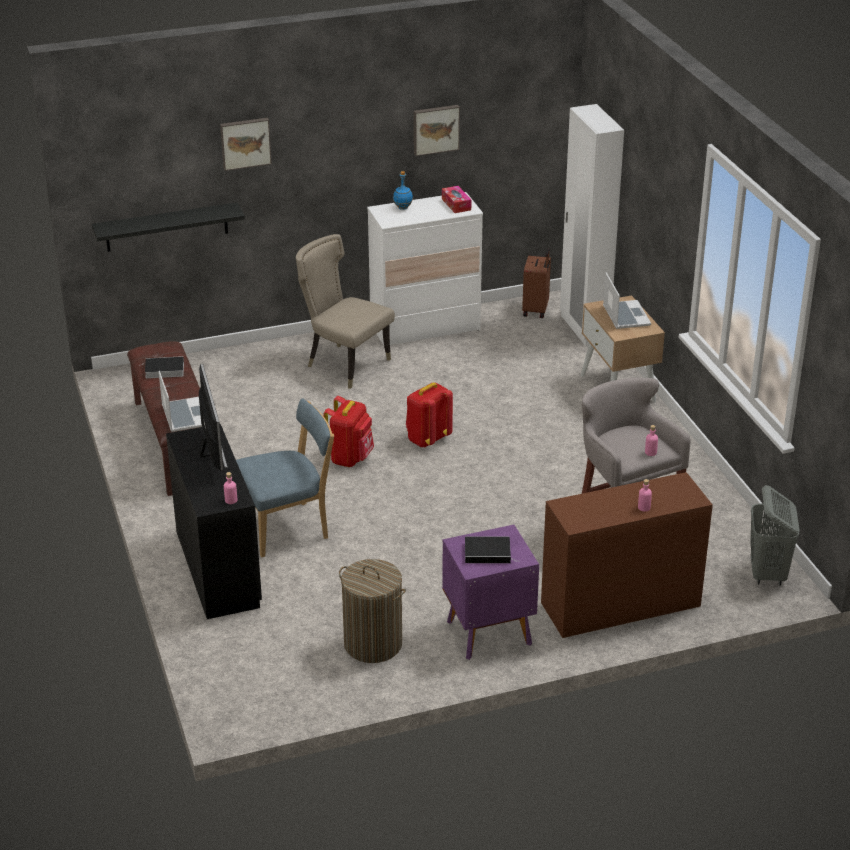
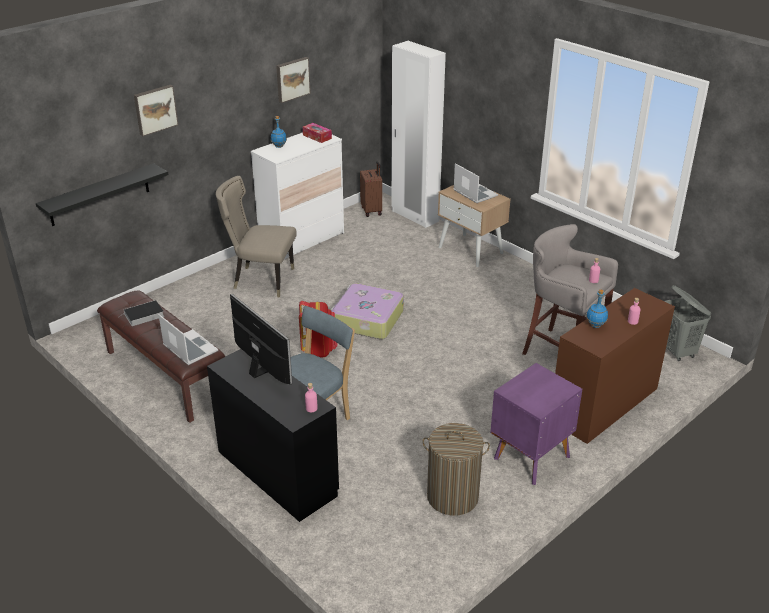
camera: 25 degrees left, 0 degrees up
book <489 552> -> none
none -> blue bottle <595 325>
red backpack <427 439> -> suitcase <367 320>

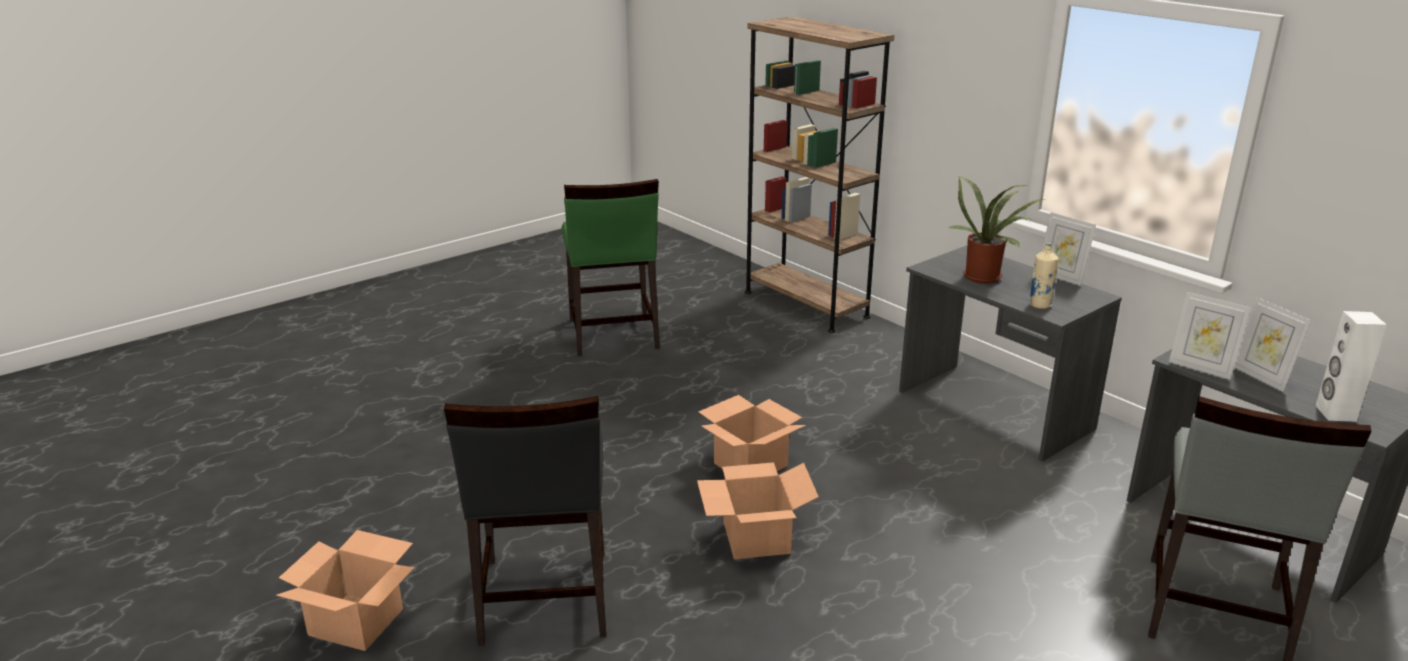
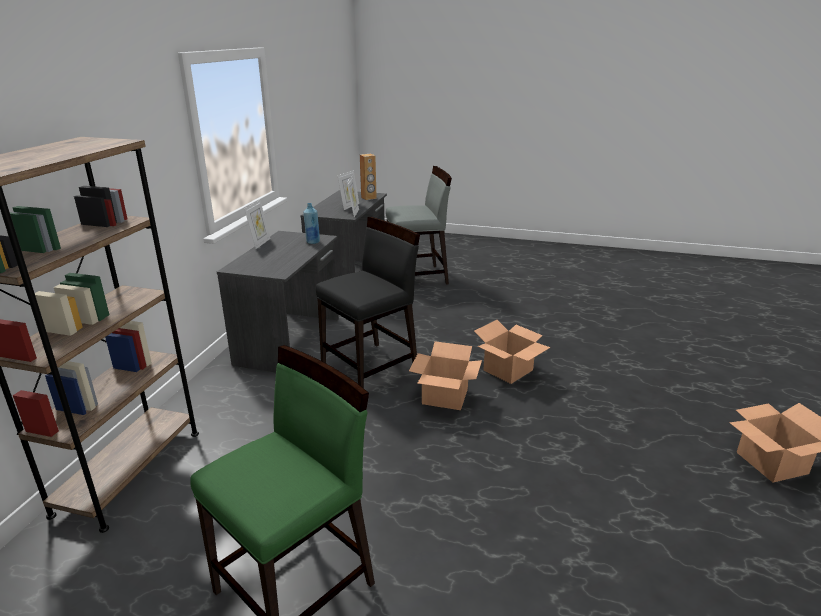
camera: 125 degrees left, 0 degrees up
potted plant <985 276> -> none
black chair <543 598> -> black chair <371 367>, relocated
beige bottle <1040 305> -> blue bottle <312 242>
white speaker <1335 413> -> brown speaker <368 198>

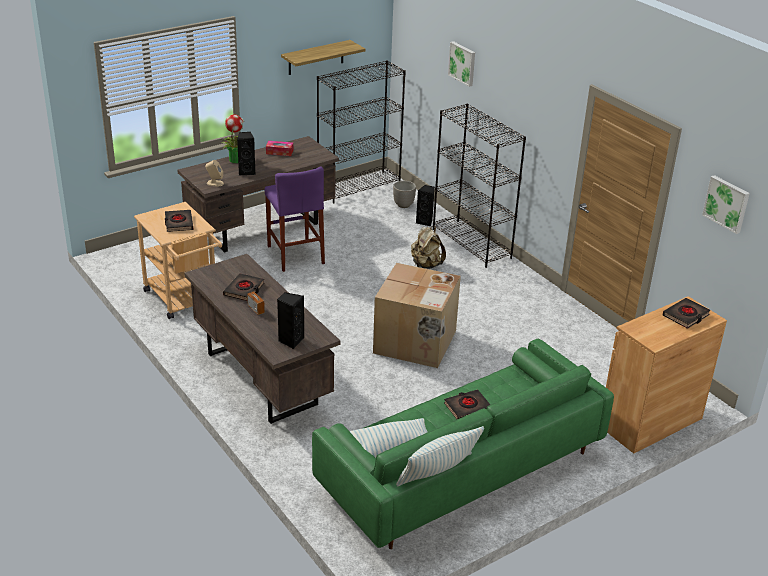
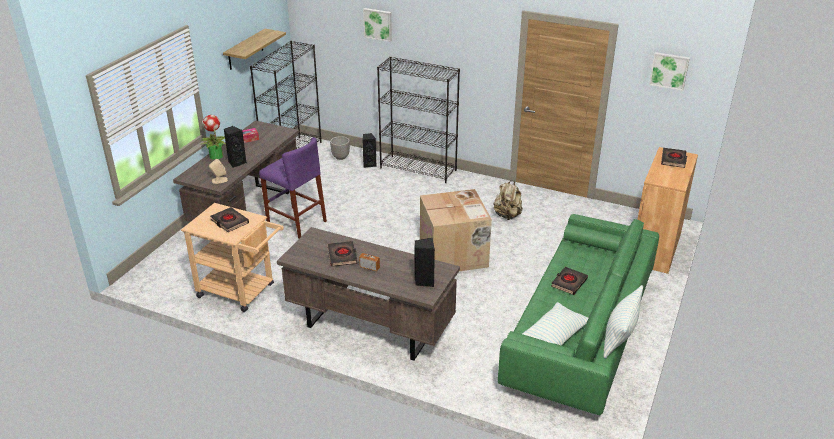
camera: 30 degrees left, 0 degrees up
beige backpack <426 265> -> beige backpack <507 215>, relocated

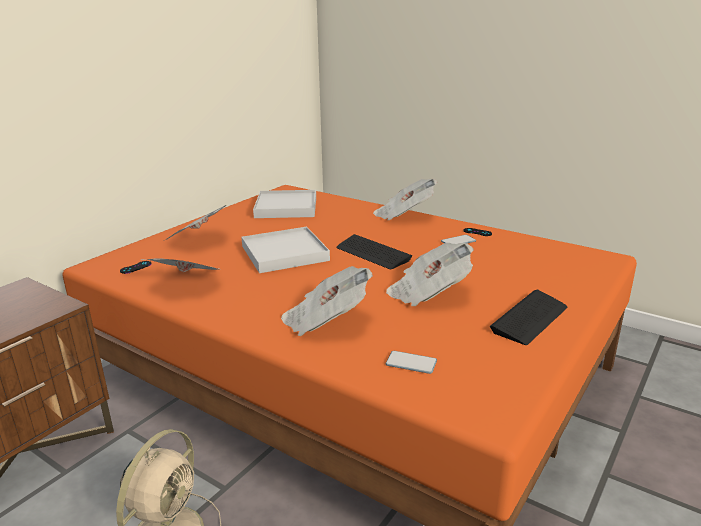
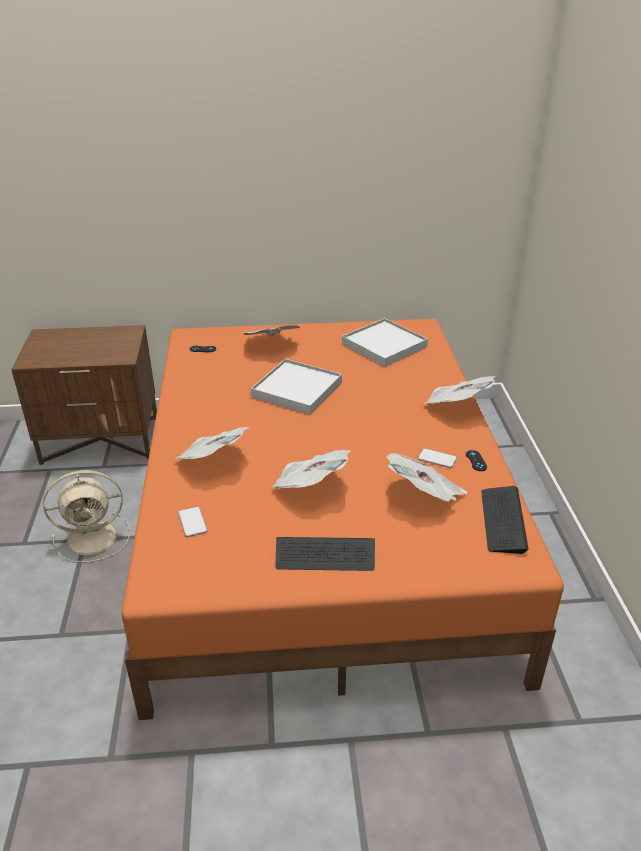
camera: 50 degrees right, 10 degrees up
newspaper <188 283> -> newspaper <425 495>, relocated
keyboard <373 253> -> keyboard <503 520>, relocated

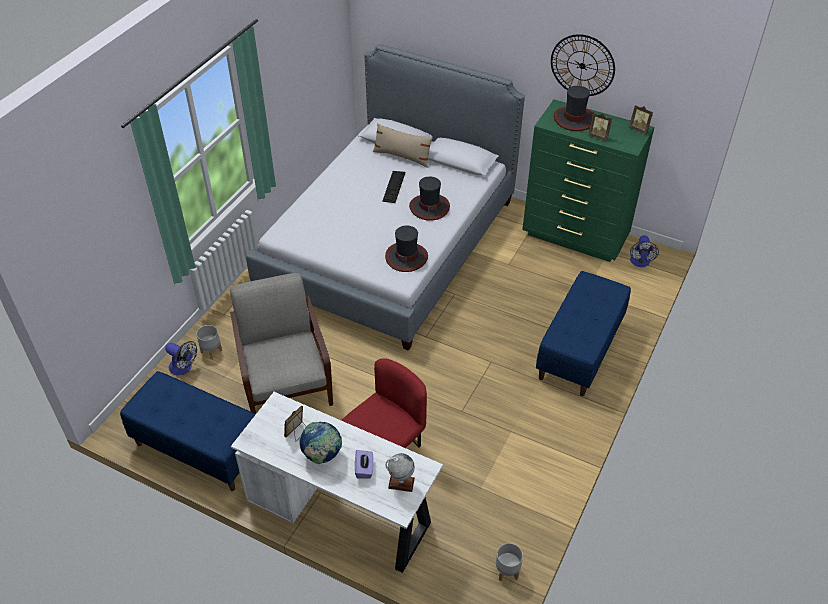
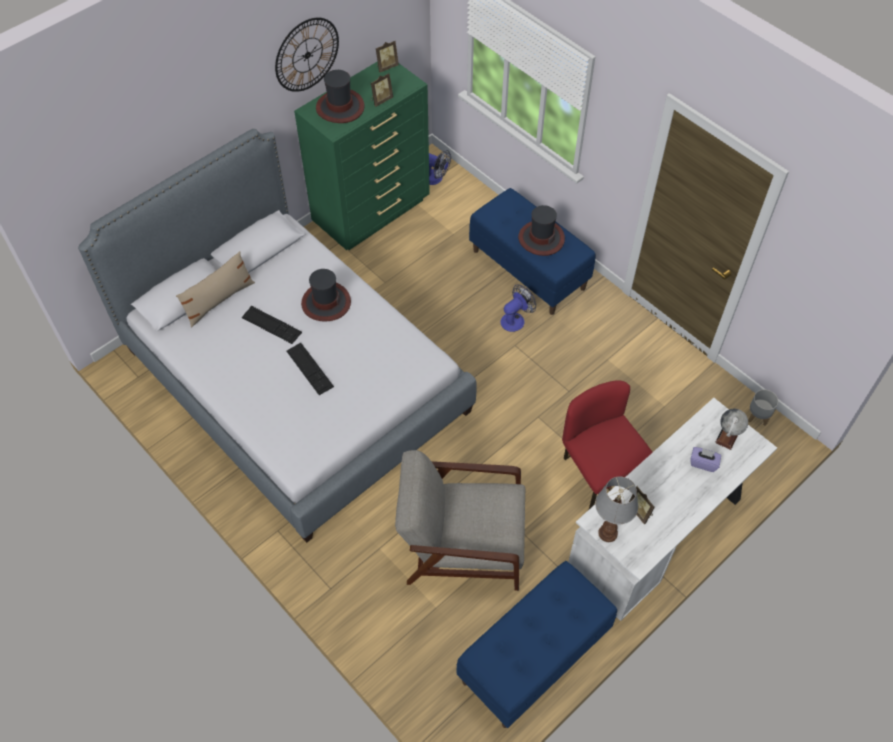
camera: 70 degrees left, 10 degrees up
grey planter <211 351> -> none
globe <322 455> -> none
none -> keyboard <309 368>
none -> table lamp <608 532>
fan <183 368> -> fan <515 319>, relocated
hat <406 257> -> hat <541 238>, relocated

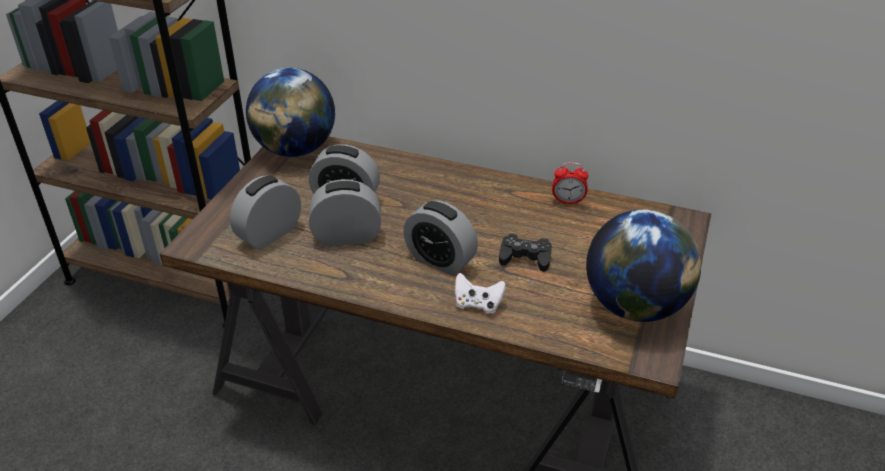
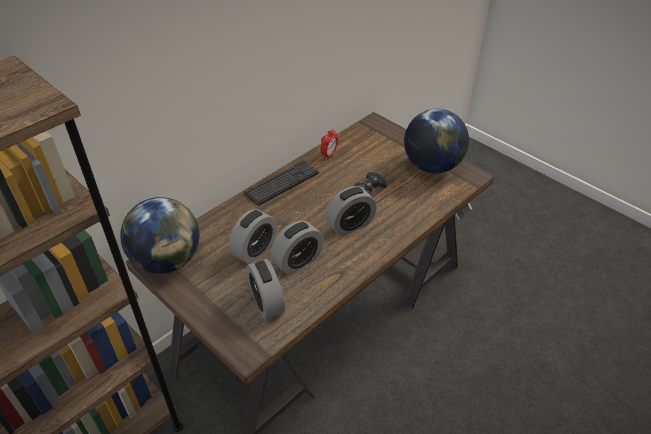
camera: 65 degrees left, 5 degrees up
white game controller <478 304> -> none
none -> keyboard <282 183>
alarm clock <347 237> -> alarm clock <298 261>, 150 degrees counterclockwise

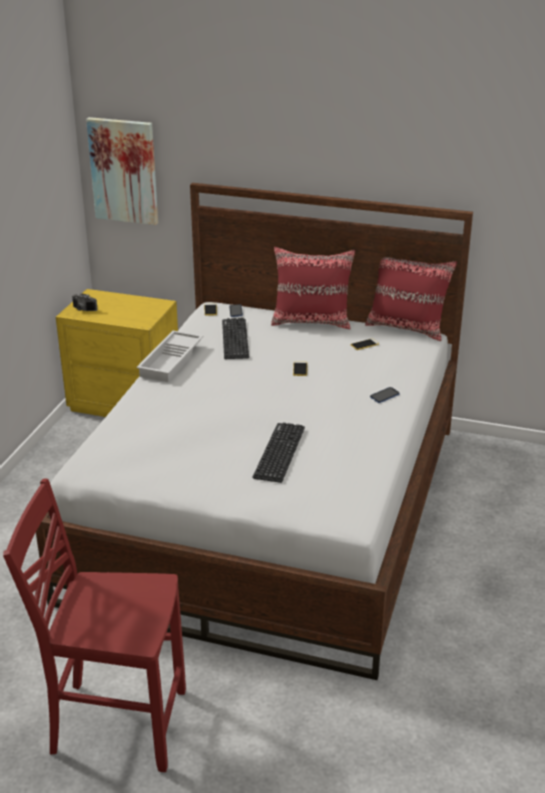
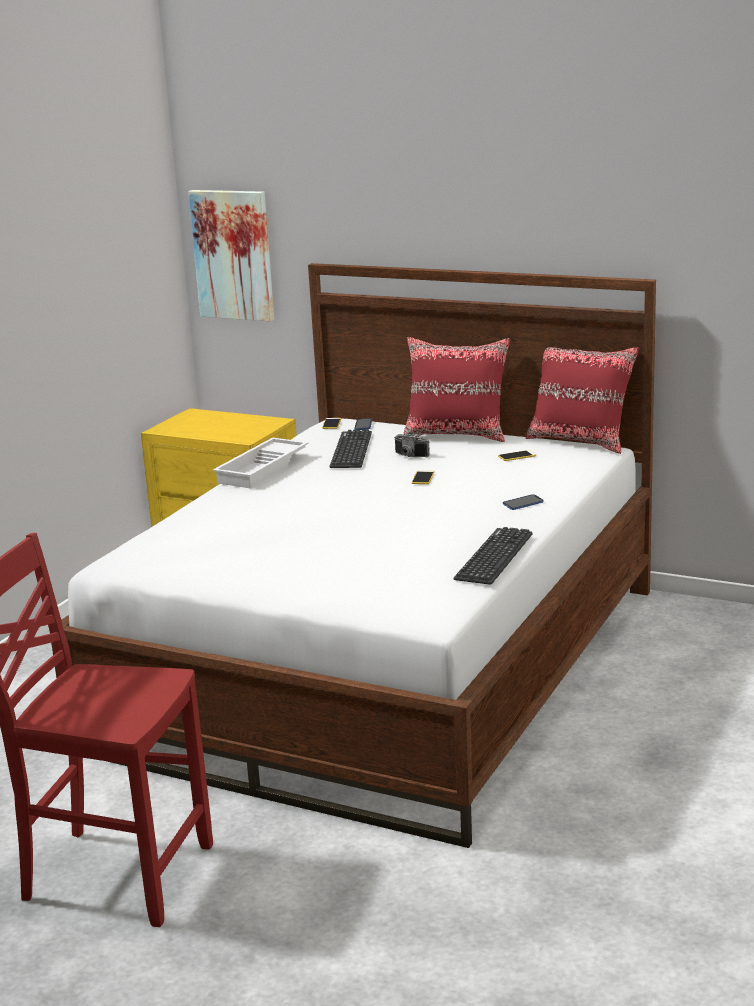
camera: 10 degrees right, 10 degrees down
photo camera <83 310> -> photo camera <409 456>, relocated
keyboard <279 452> -> keyboard <494 557>, relocated

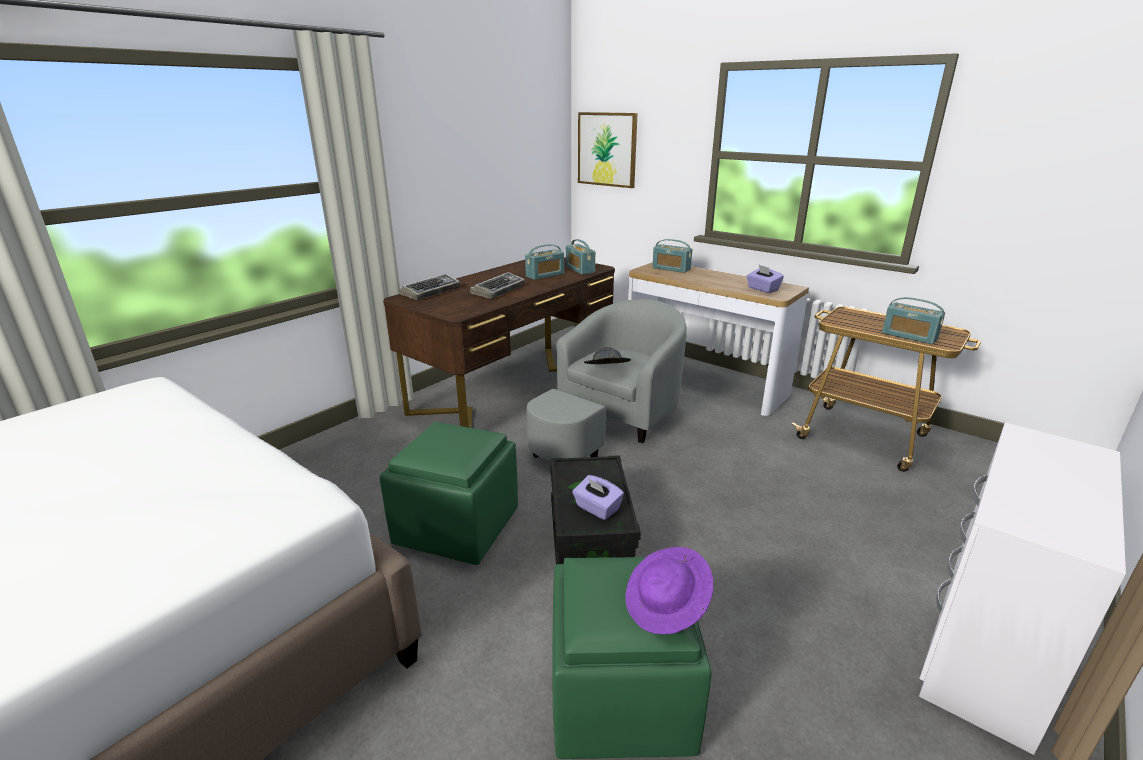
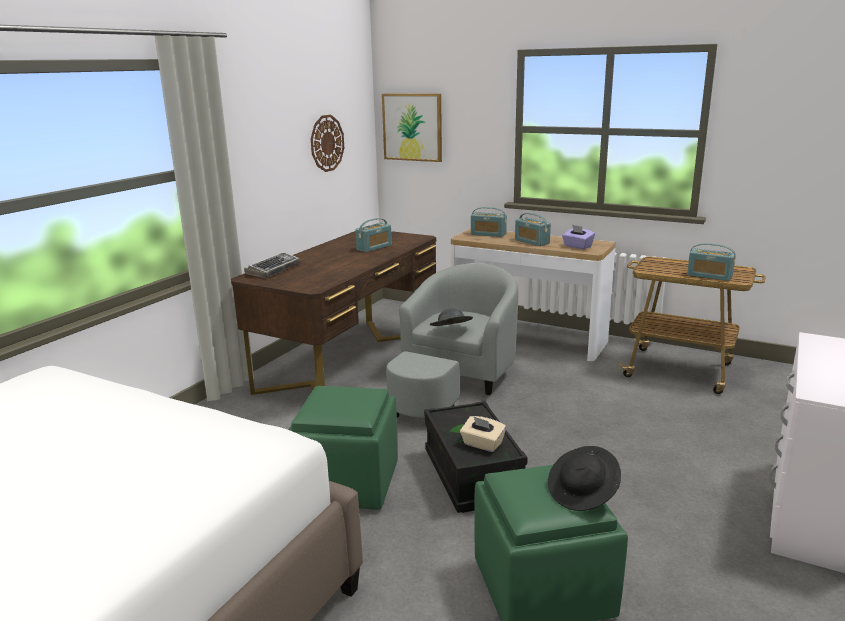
camera: 10 degrees left, 5 degrees down
keyboard <498 290> -> none
none -> wall clock <327 143>
radio <580 269> -> radio <532 242>, relocated
purple tissue box <597 508> -> beige tissue box <482 444>
purple hat <667 606> -> black hat <583 493>

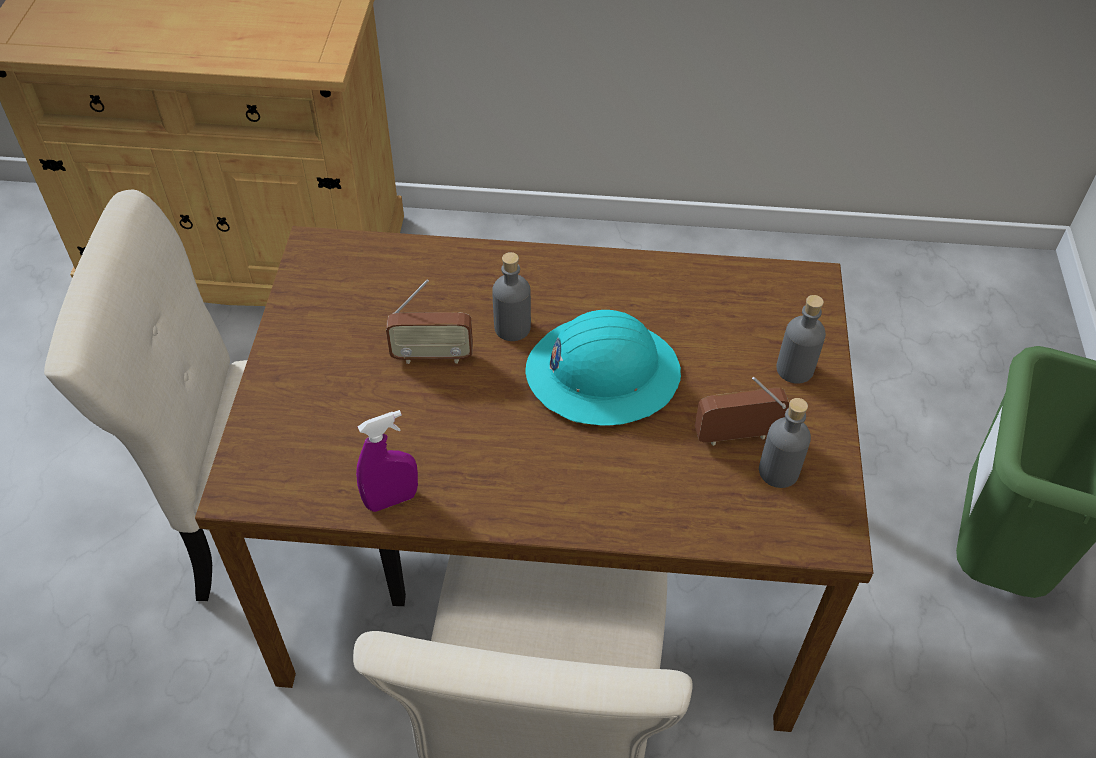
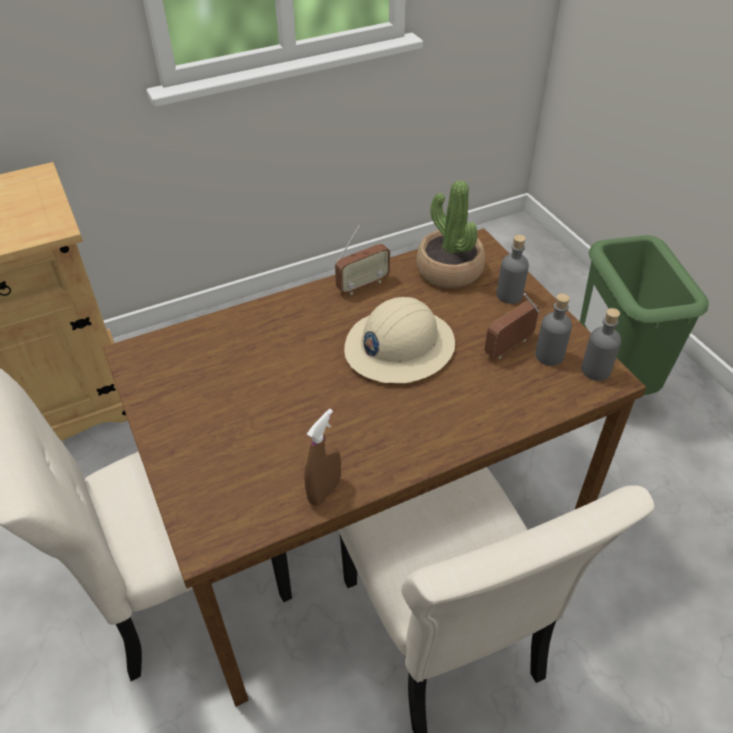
camera: 30 degrees left, 5 degrees down
none -> potted plant <449 270>
radio <432 356> -> radio <362 285>, relocated
grey bottle <512 327> -> grey bottle <595 370>, relocated
purple spray bottle <391 500> -> brown spray bottle <324 491>
turquoise hard hat <602 373> -> beige hard hat <398 347>

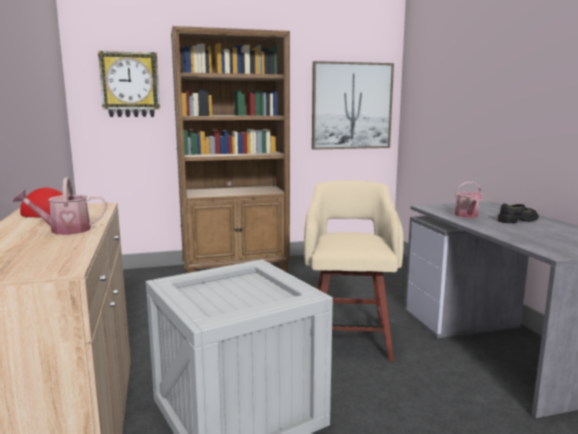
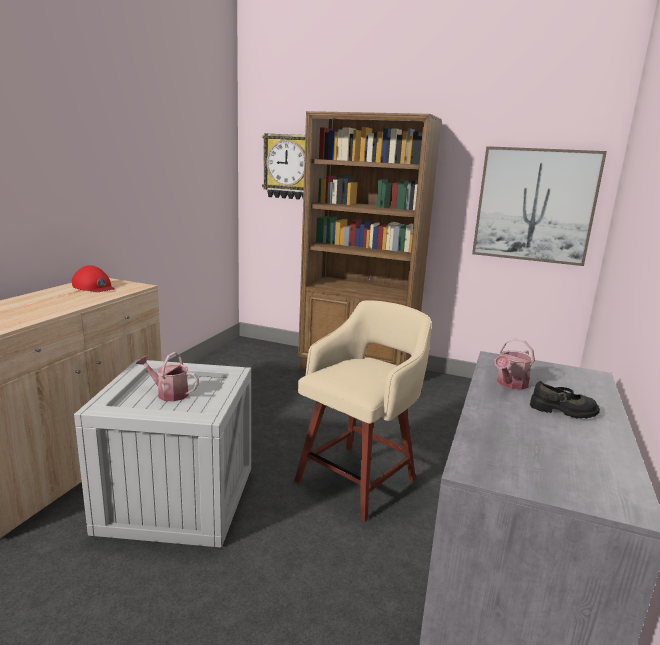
camera: 35 degrees right, 5 degrees up
watering can <64 230> -> watering can <169 393>, relocated

